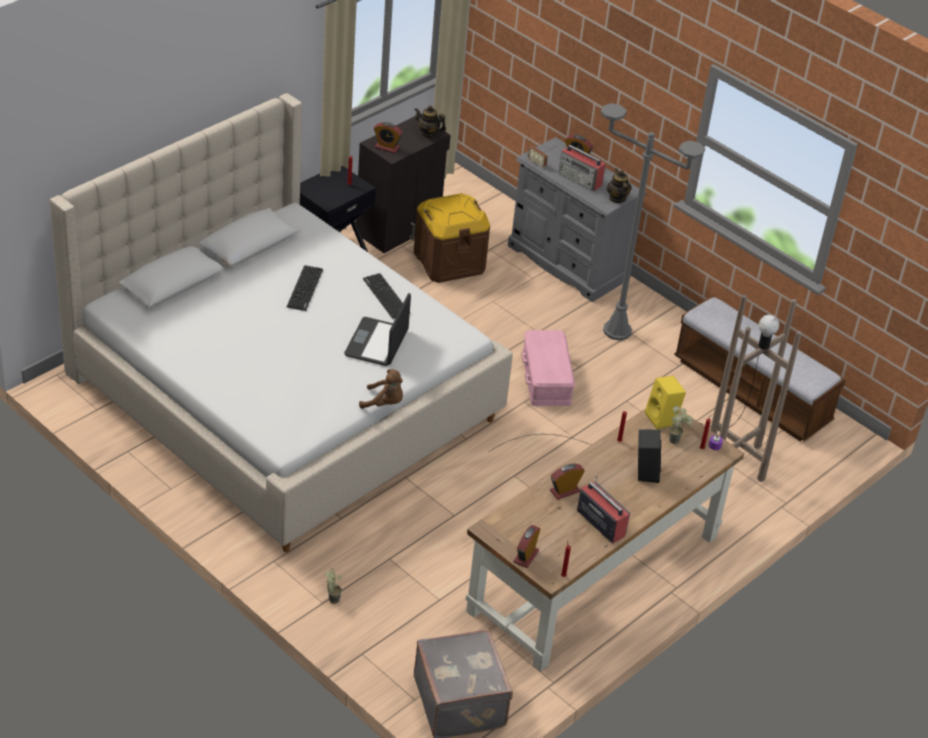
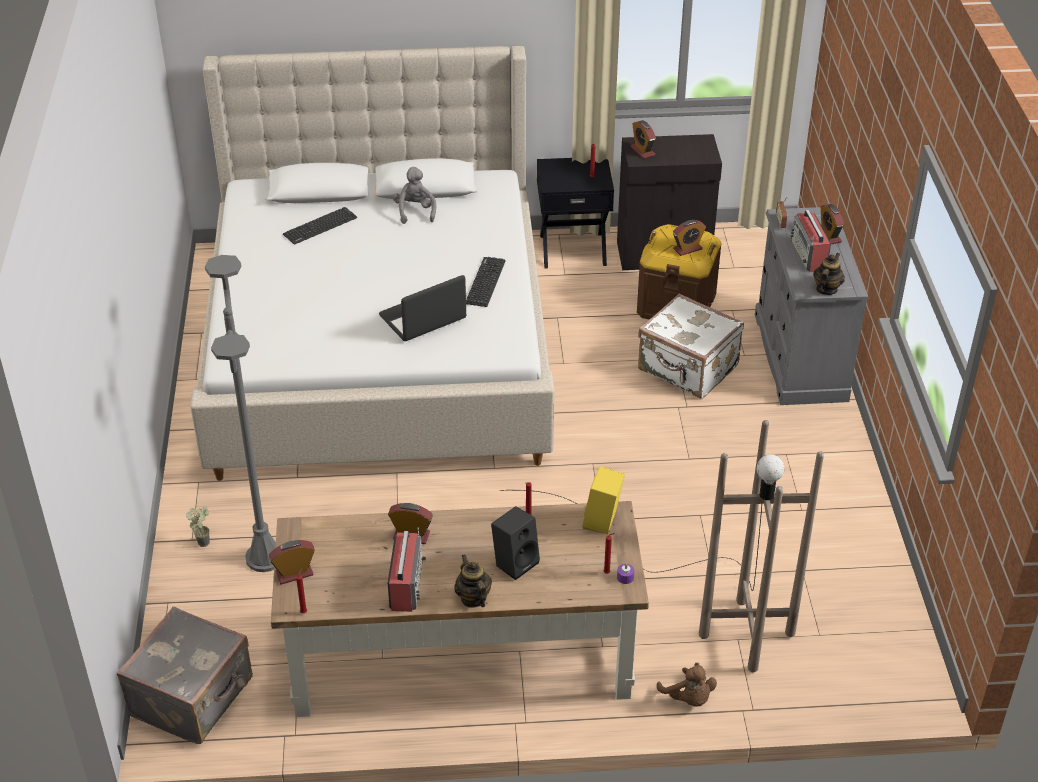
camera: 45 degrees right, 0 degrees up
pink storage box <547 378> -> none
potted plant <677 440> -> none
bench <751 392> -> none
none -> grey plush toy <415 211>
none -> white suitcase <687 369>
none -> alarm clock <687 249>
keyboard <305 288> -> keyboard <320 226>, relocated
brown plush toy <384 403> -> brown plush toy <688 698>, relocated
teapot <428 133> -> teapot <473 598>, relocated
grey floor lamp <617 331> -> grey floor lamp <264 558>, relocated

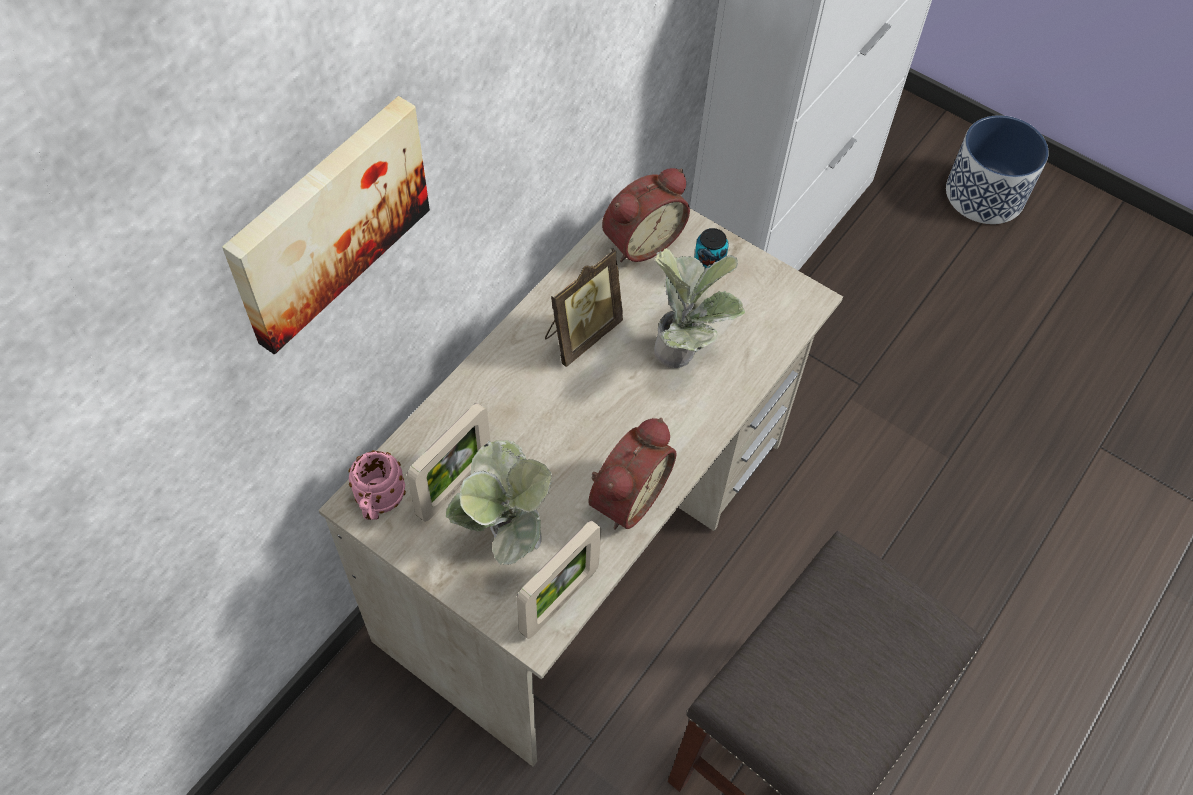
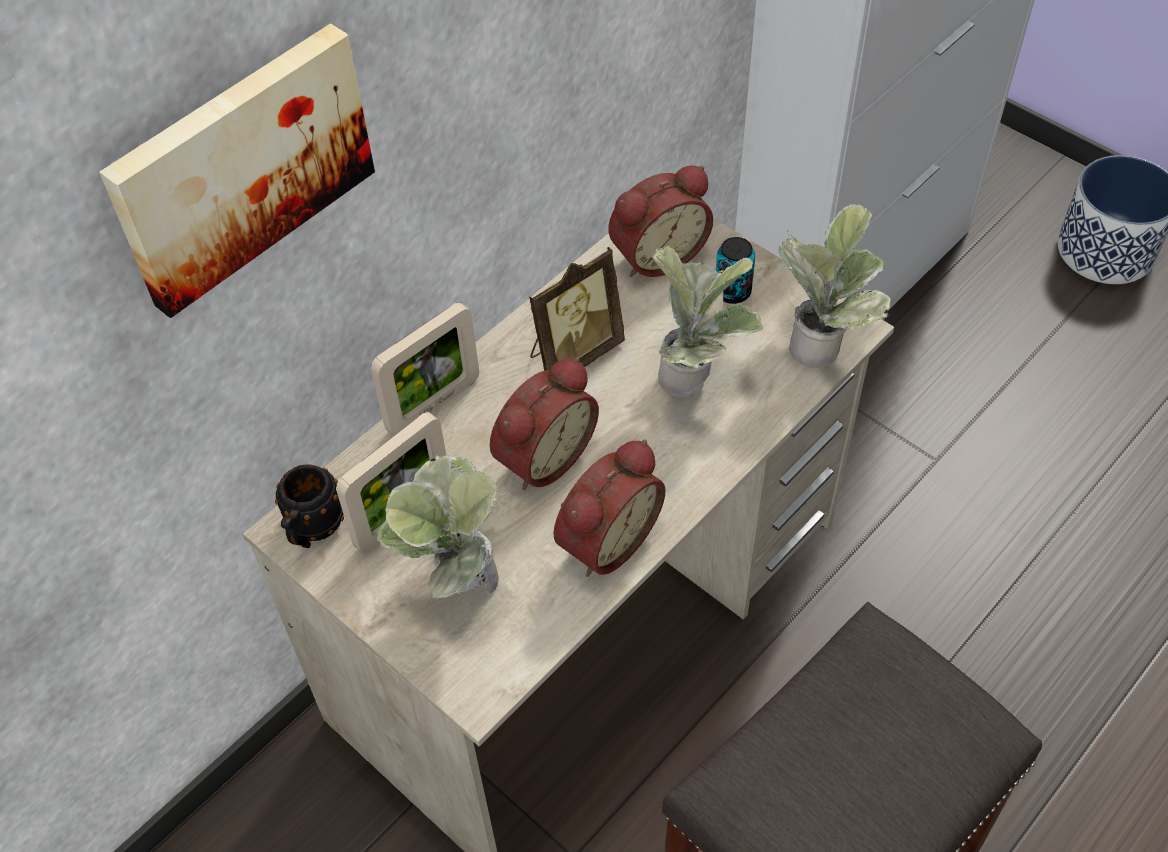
camera: 10 degrees right, 5 degrees down
none -> alarm clock <542 456>
none -> potted plant <822 341>
picture frame <559 601> -> picture frame <433 405>, relocated
pink mug <379 504> -> black mug <313 530>

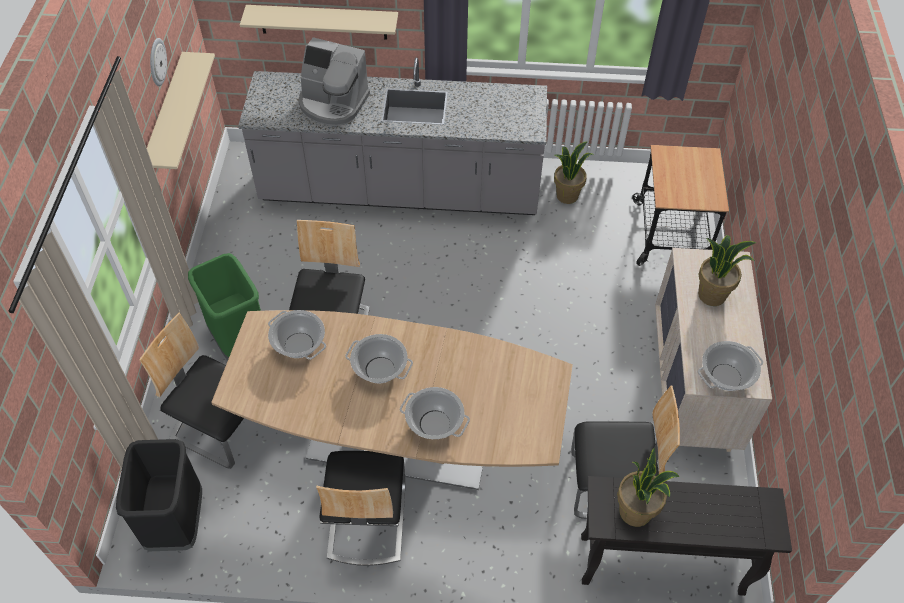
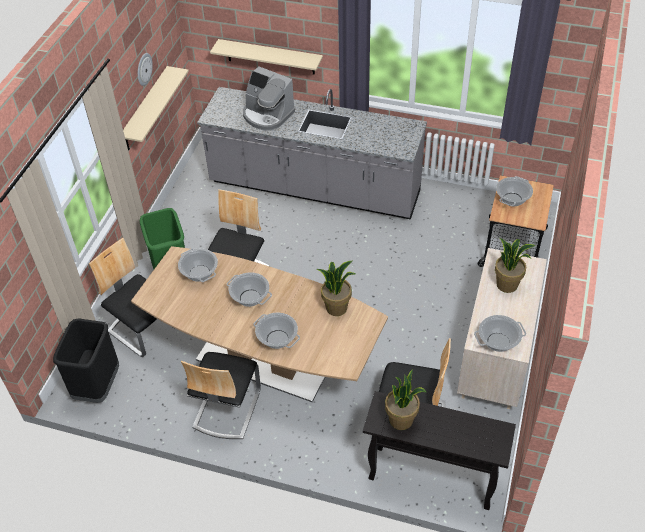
camera: 15 degrees right, 5 degrees down
none -> cooking pot <512 199>
potted plant <567 195> -> potted plant <336 307>, relocated

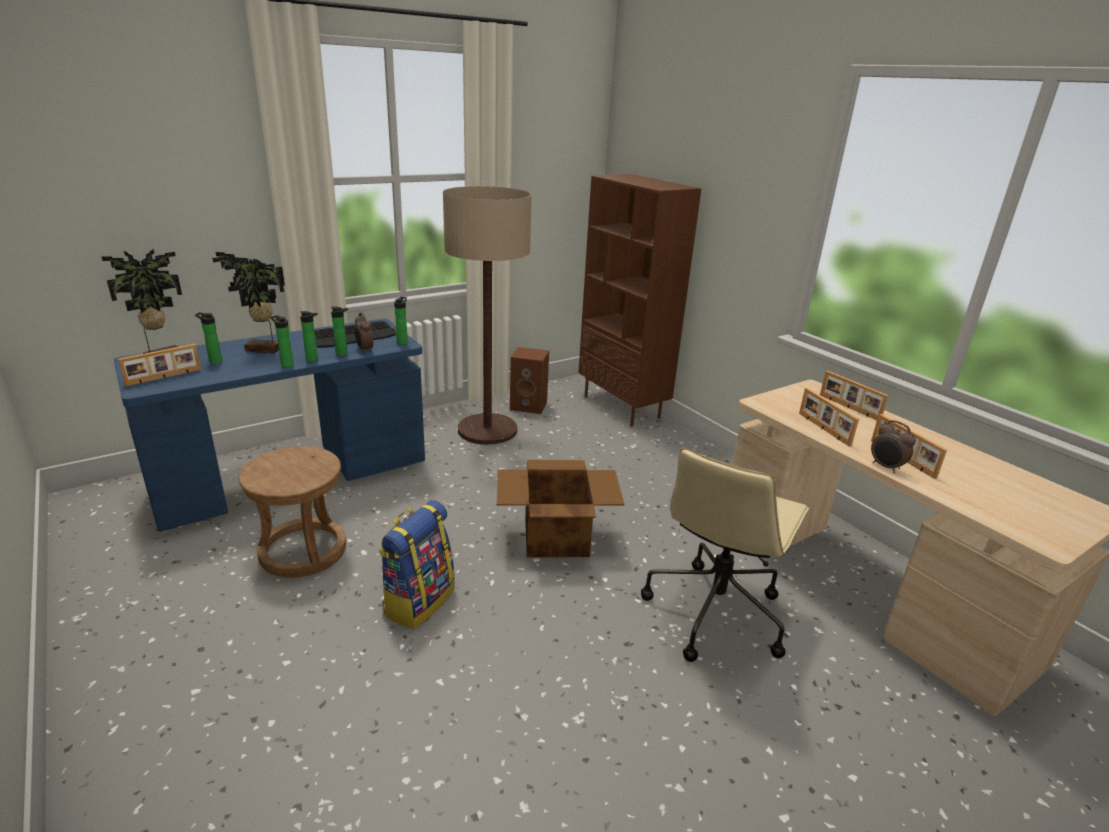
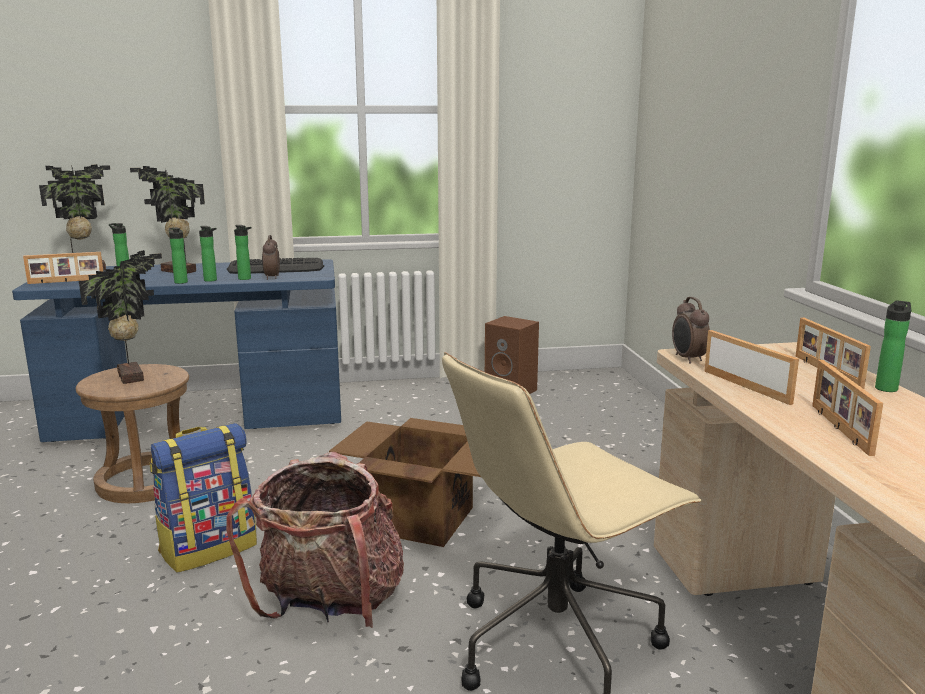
camera: 25 degrees right, 10 degrees down
floor lamp <487 430> -> none
brown bookcase <622 407> -> none
none -> potted plant <133 376>
none -> backpack <330 605>
bottle <403 342> -> bottle <886 388>, relocated
alarm clock <886 467> -> alarm clock <687 359>, relocated
picture frame <823 429> -> picture frame <747 386>, 150 degrees clockwise

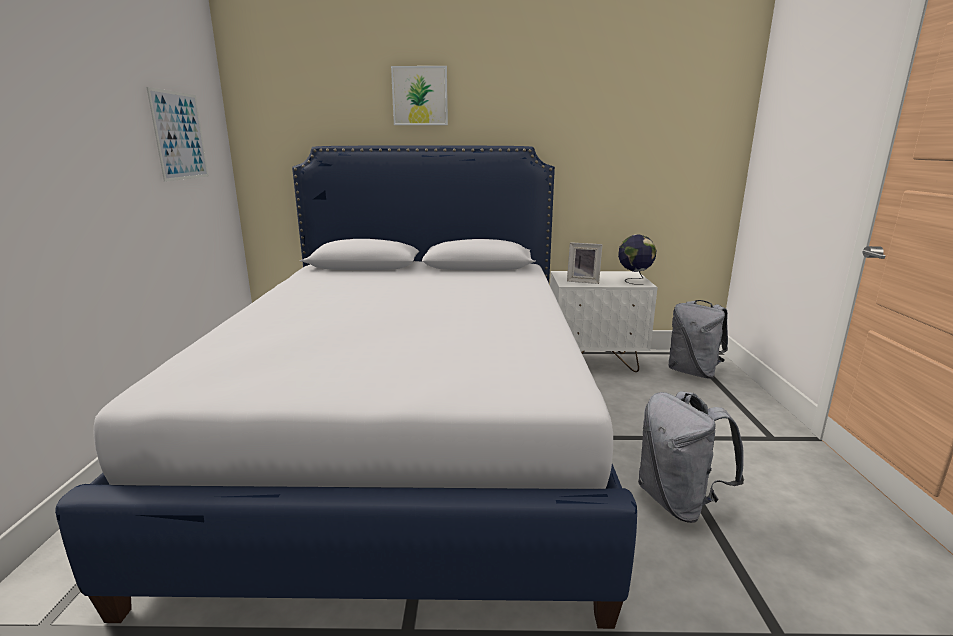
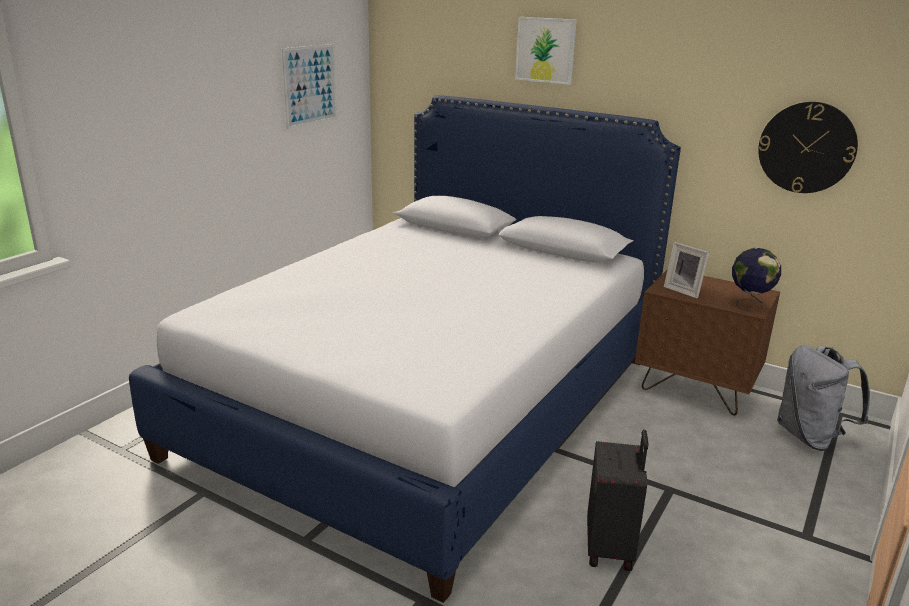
camera: 30 degrees right, 5 degrees up
none -> wall clock <806 147>
grey backpack <678 502> -> black suitcase <611 548>
white nightstand <594 362> -> brown nightstand <696 389>

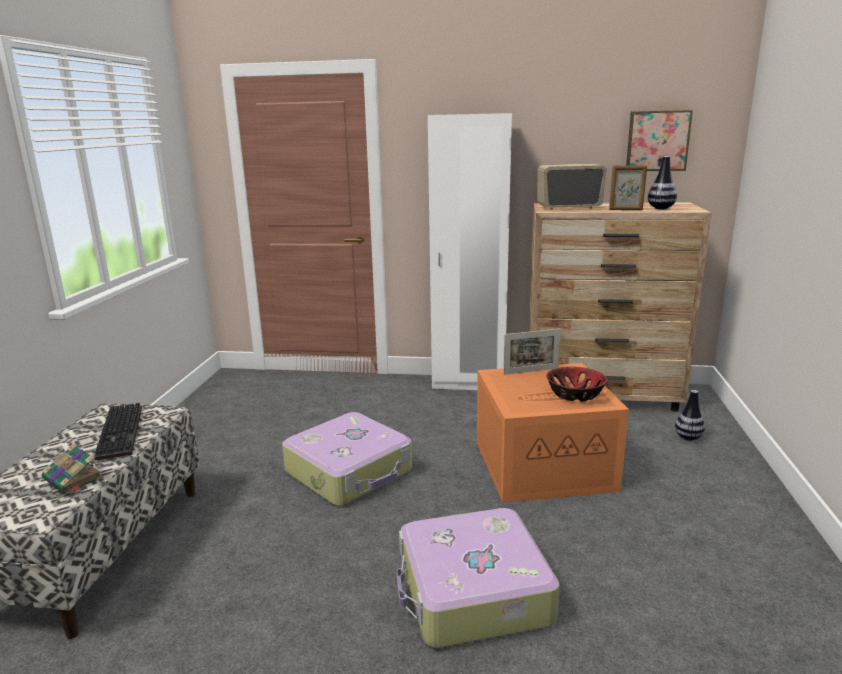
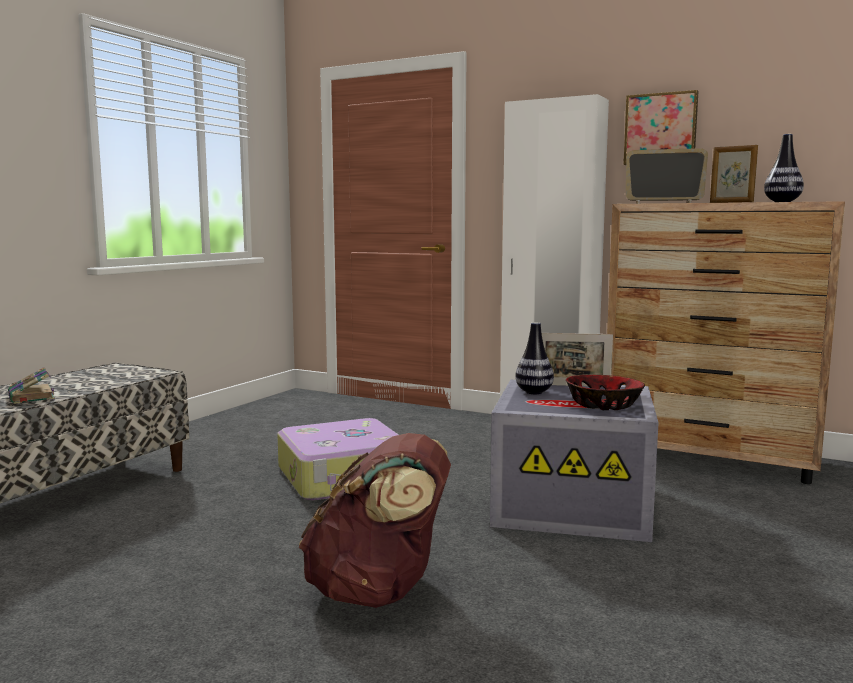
camera: 20 degrees right, 10 degrees down
keyboard <122 433> -> none
picture <657 141> -> picture <660 129>, relocated
vase <688 437> -> vase <534 392>, relocated
suitcase <472 593> -> brown backpack <379 591>
orange storage box <544 464> -> grey storage box <574 504>

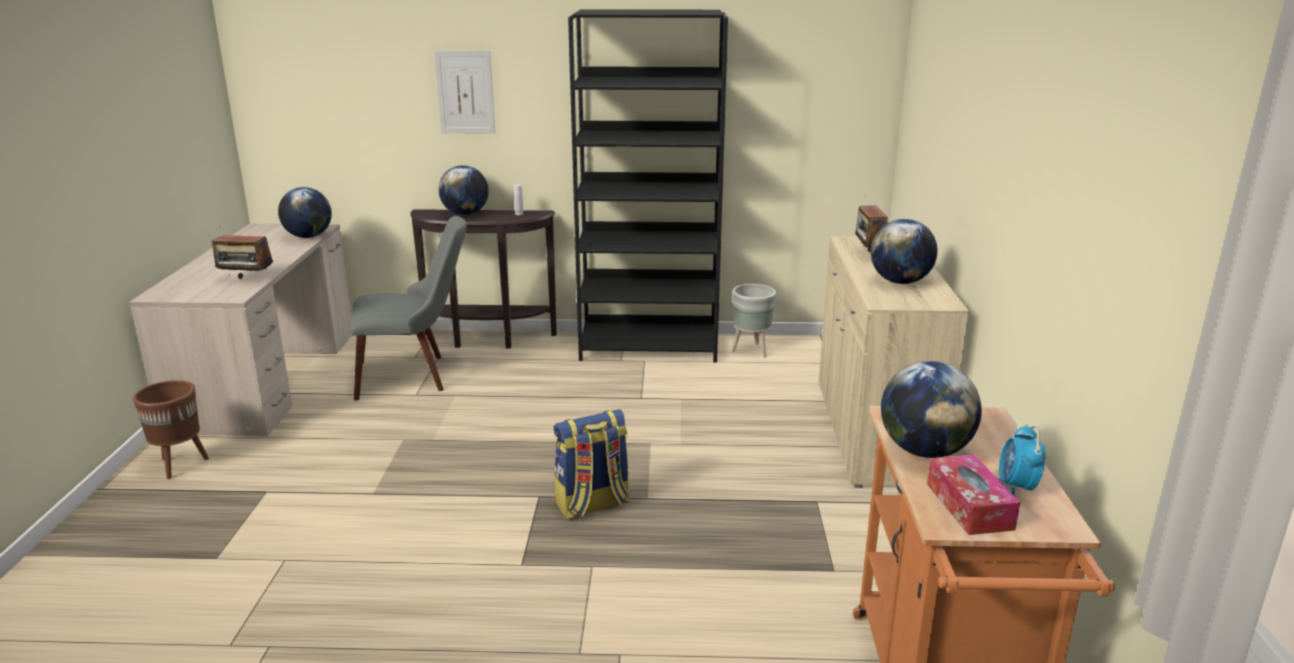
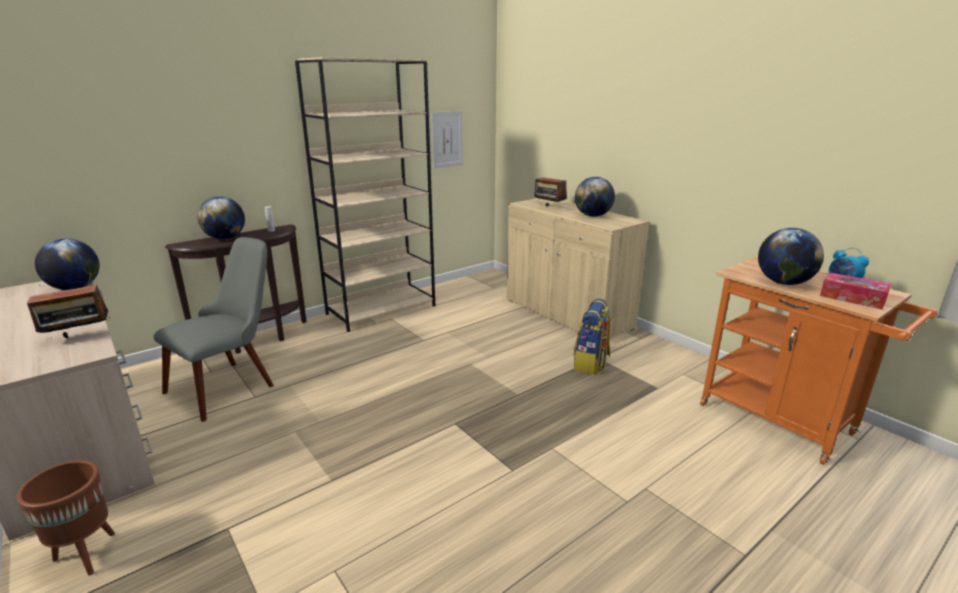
camera: 40 degrees left, 0 degrees up
grey planter <752 350> -> none
picture <465 92> -> picture <447 139>, relocated
backpack <592 505> -> backpack <591 364>, relocated
black bookcase <649 347> -> beige bookcase <381 309>

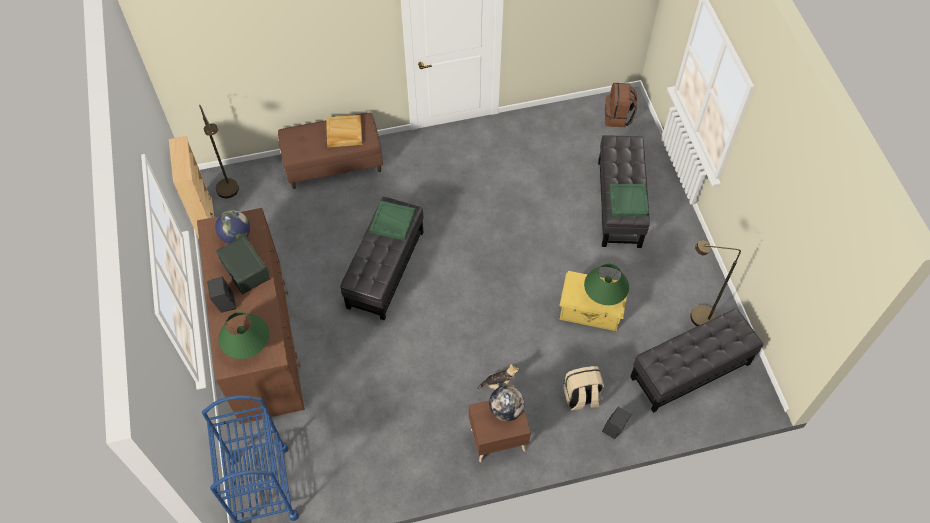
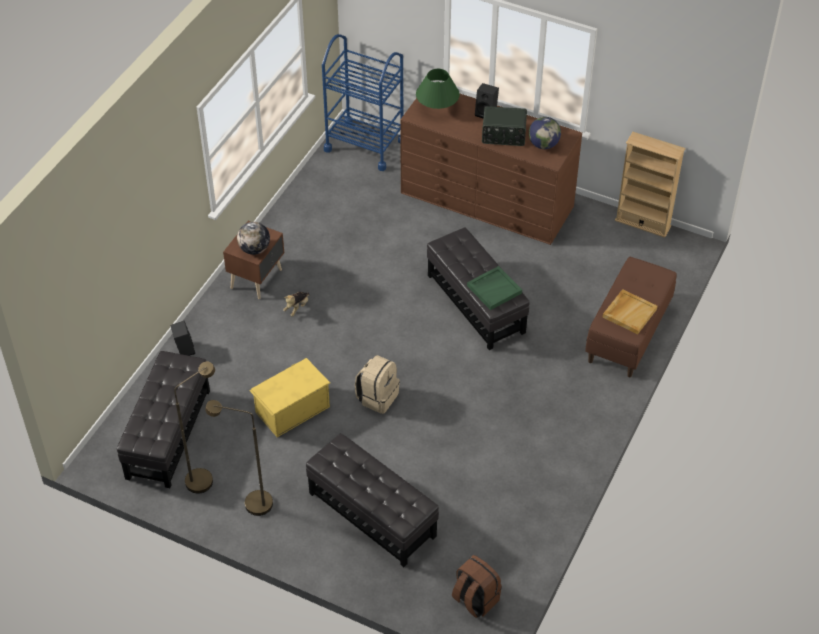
camera: 130 degrees right, 10 degrees down
green table lamp <604 294> -> none
green tray <628 201> -> none
brown floor lamp <230 193> -> brown floor lamp <250 503>, relocated
beige backpack <581 397> -> beige backpack <377 397>, relocated

